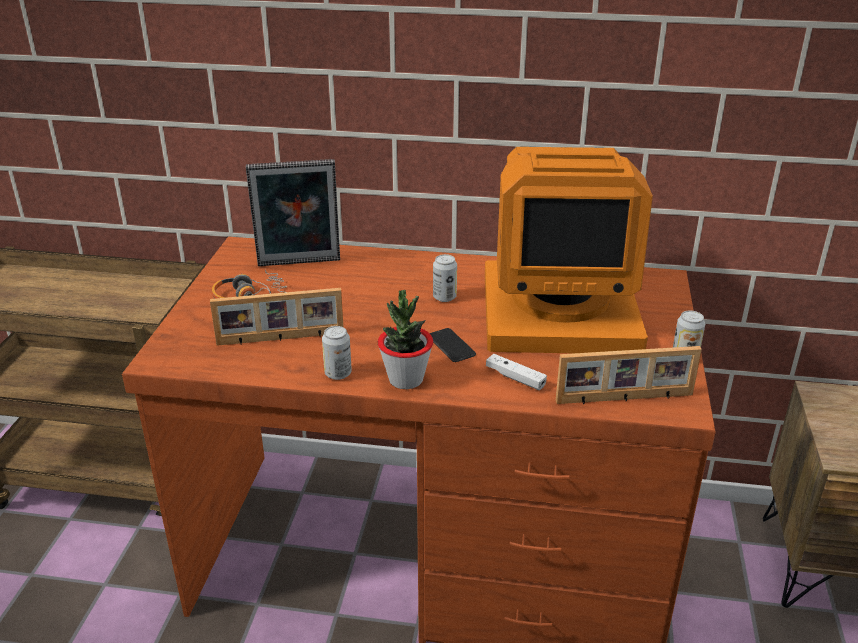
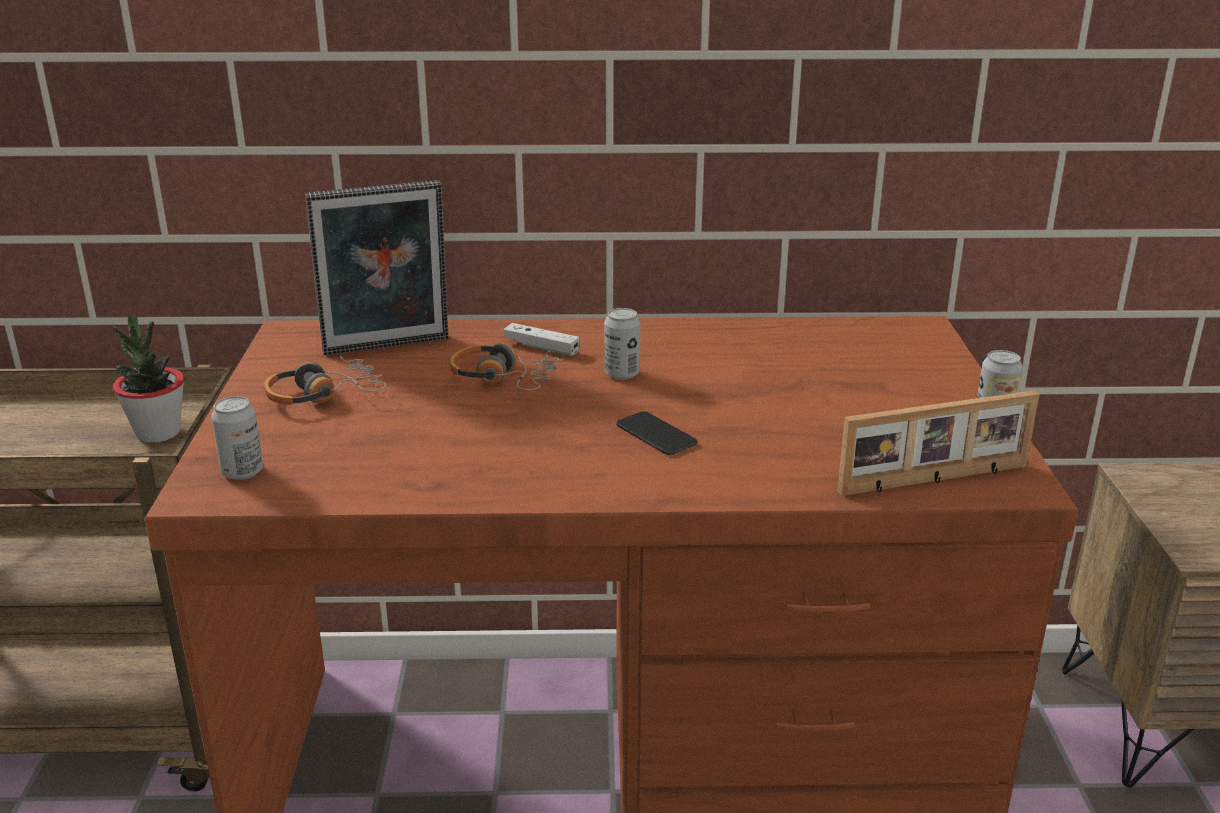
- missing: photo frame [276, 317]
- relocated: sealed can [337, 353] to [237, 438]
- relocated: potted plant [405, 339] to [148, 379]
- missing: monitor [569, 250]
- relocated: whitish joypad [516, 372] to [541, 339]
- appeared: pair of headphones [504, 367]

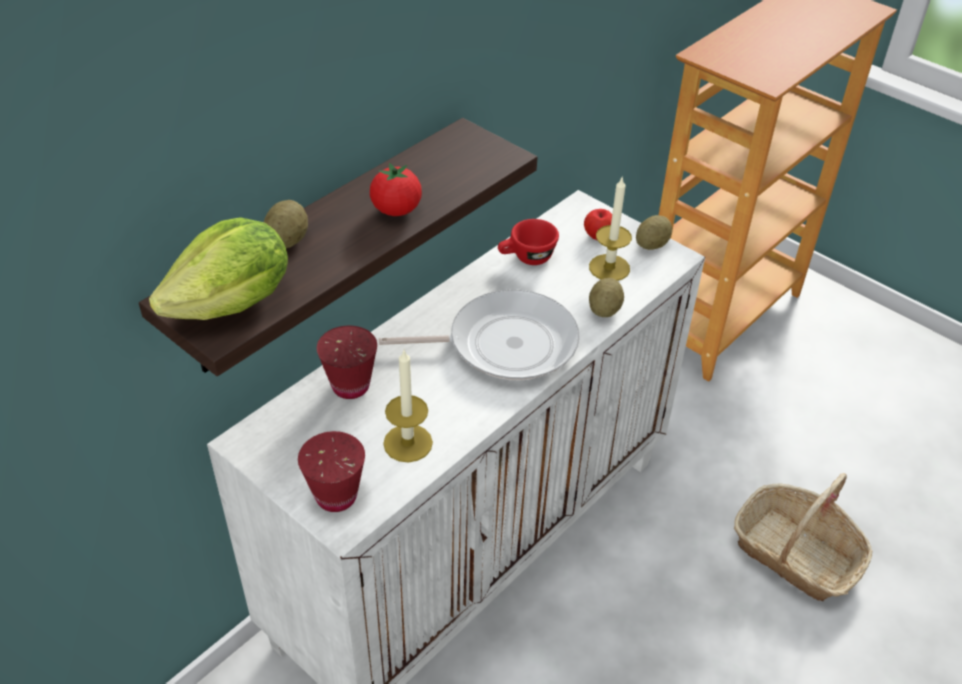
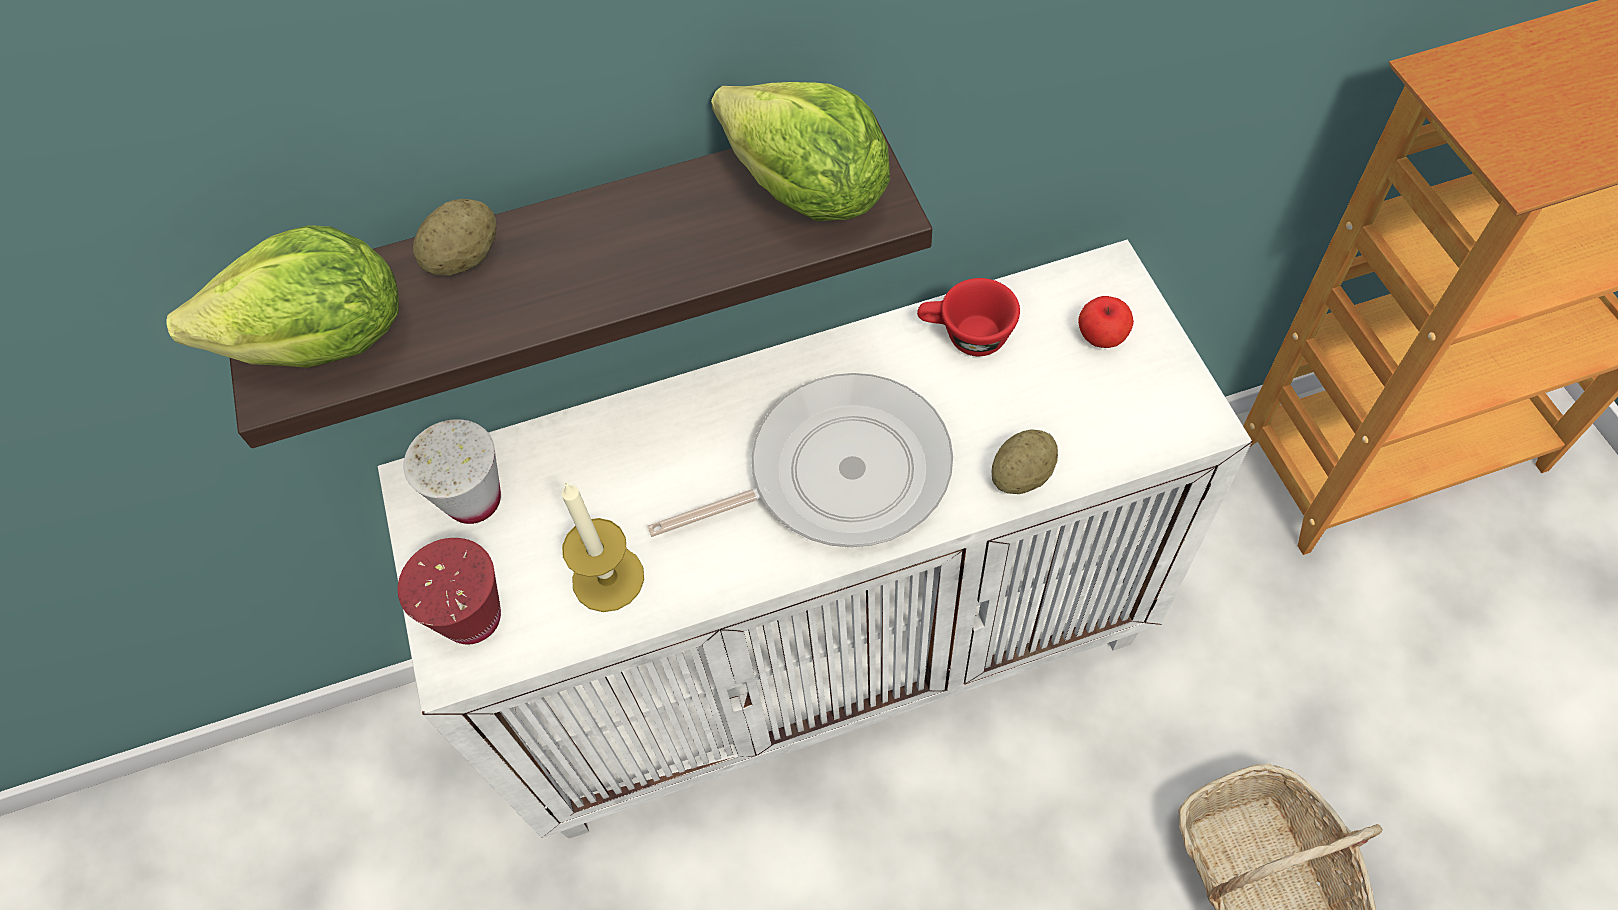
- missing: red-coloured drinking cup [347, 362]
- missing: fresh tomato [396, 189]
- spun: skillet [479, 335] = [800, 460] 45 degrees counterclockwise
- missing: candle [610, 229]
- missing: spud [654, 232]
- appeared: whitish drinking cup [452, 471]
- appeared: lettuce head [800, 151]

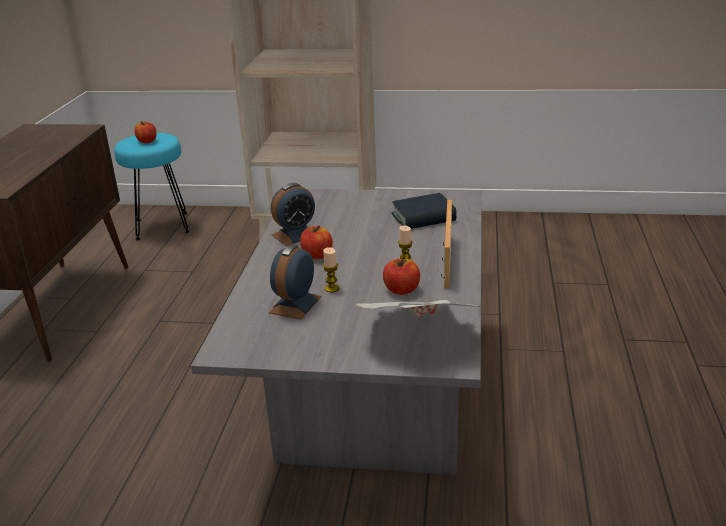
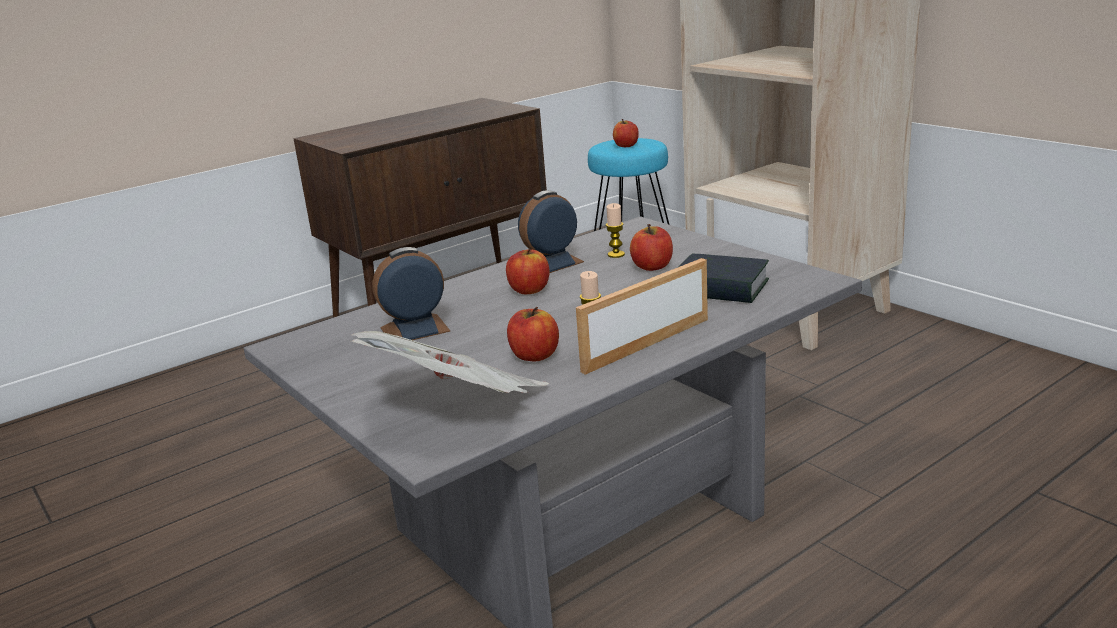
- spun: alarm clock [293, 214] = [551, 231] 135 degrees clockwise
- relocated: candle [331, 269] to [615, 230]
- appeared: apple fruit [651, 247]

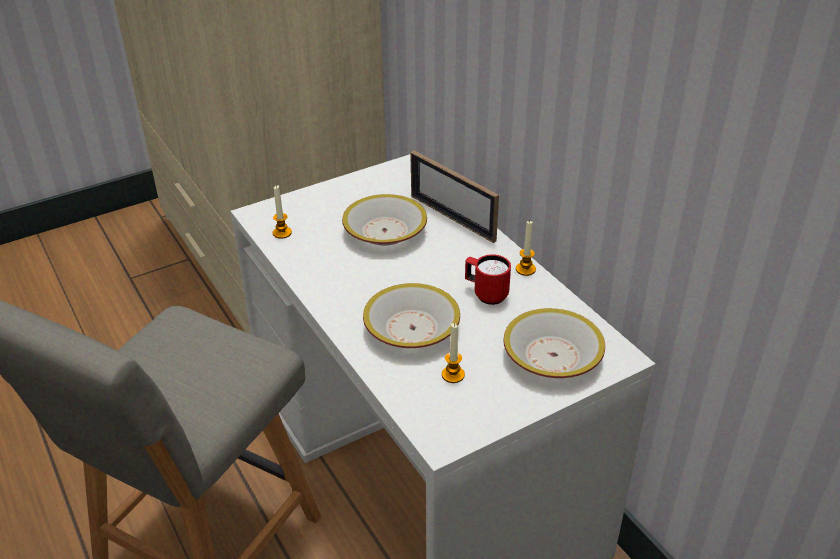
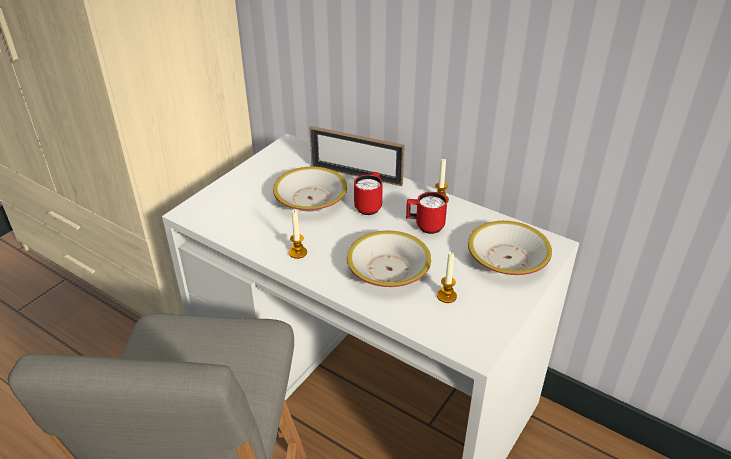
- relocated: candle [282, 212] to [298, 234]
- appeared: red-coloured coffee mug [368, 193]

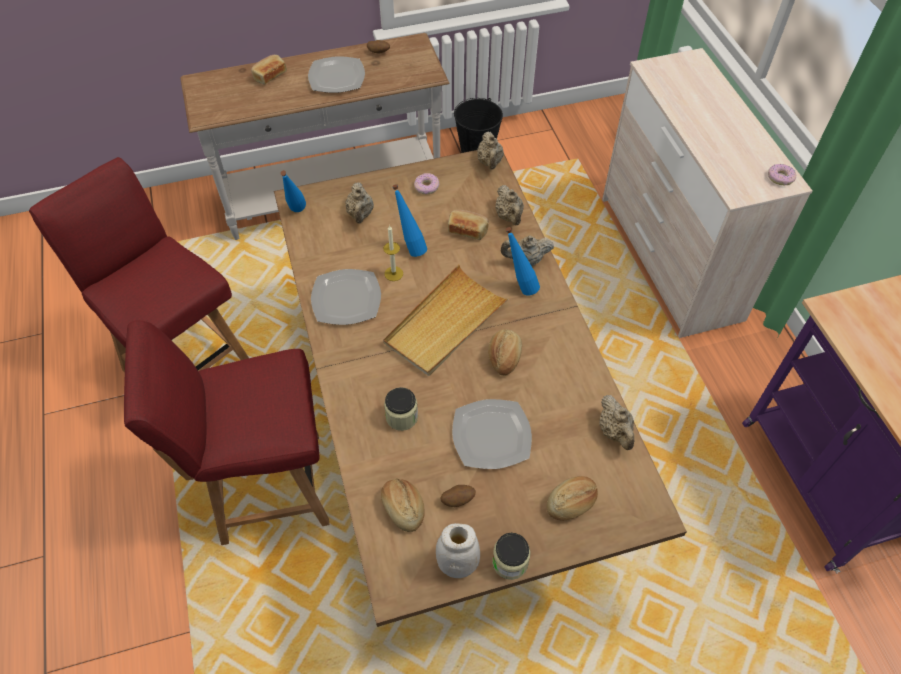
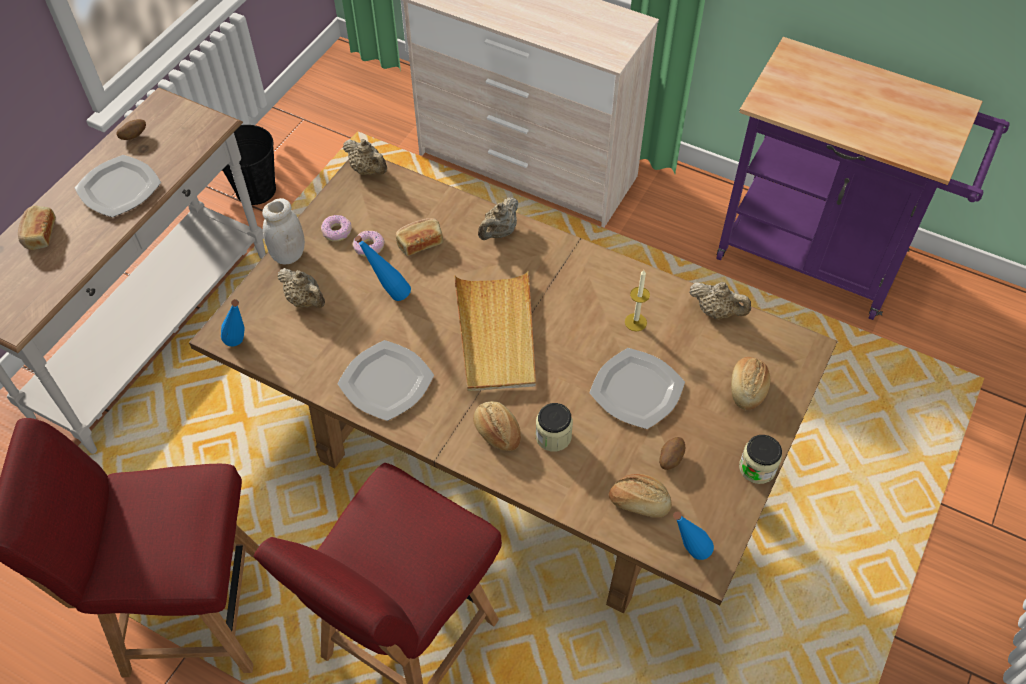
- relocated: candle [393, 253] to [637, 300]
- relocated: whitish preserve jar [458, 550] to [283, 231]
- relocated: baked bread [505, 352] to [497, 426]
- missing: beige-coloured pot for tea [509, 205]
- relocated: blue bottle [523, 261] to [693, 536]
- relocated: ring doughnut [782, 174] to [369, 244]

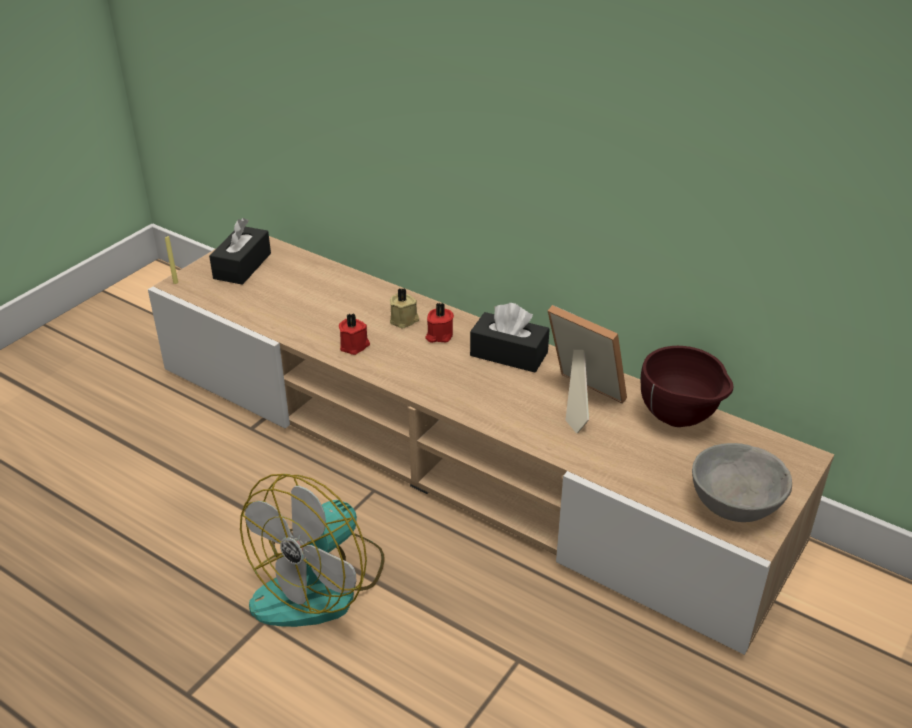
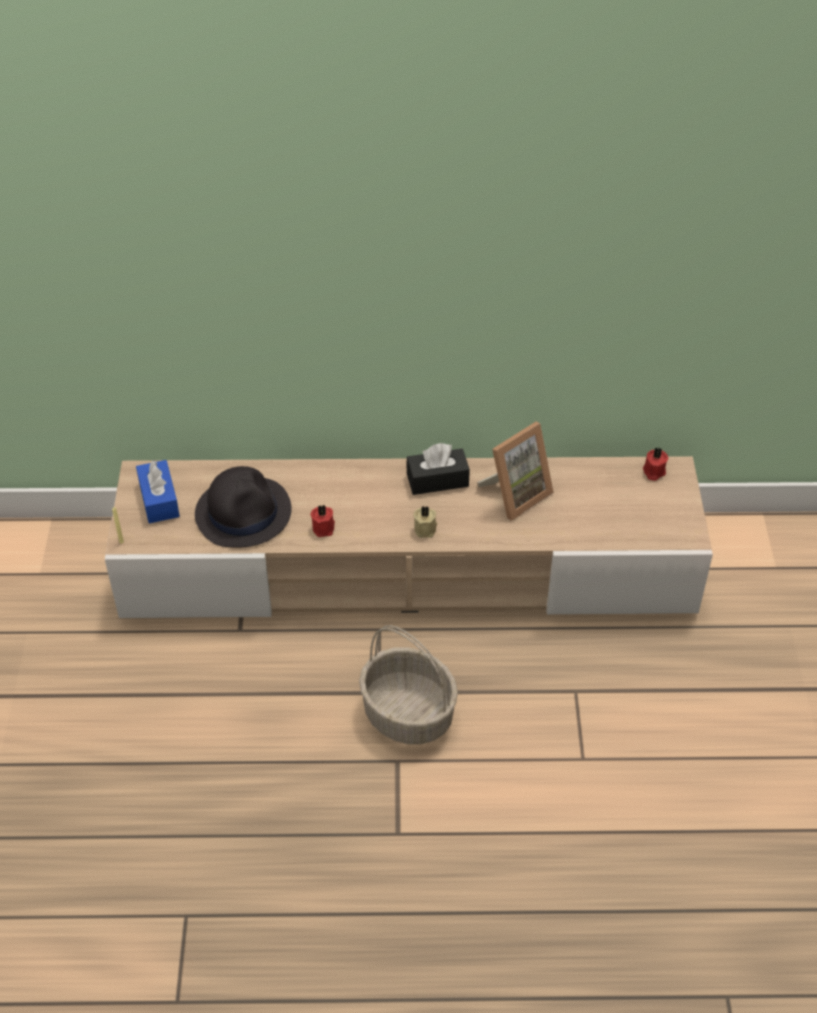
- colour: black tissue box [240, 251] to blue tissue box [158, 491]
- exchanged: cooling fan [312, 550] to storage basket [408, 684]
- relocated: beige-coloured candle [404, 308] to [425, 522]
- relocated: red-coloured candle [439, 323] to [655, 464]
- spun: photo frame [587, 369] = [515, 471] 135 degrees clockwise
- missing: brownish serving bowl [687, 386]
- missing: gray serving bowl [742, 482]
- appeared: black clothing hat [243, 507]

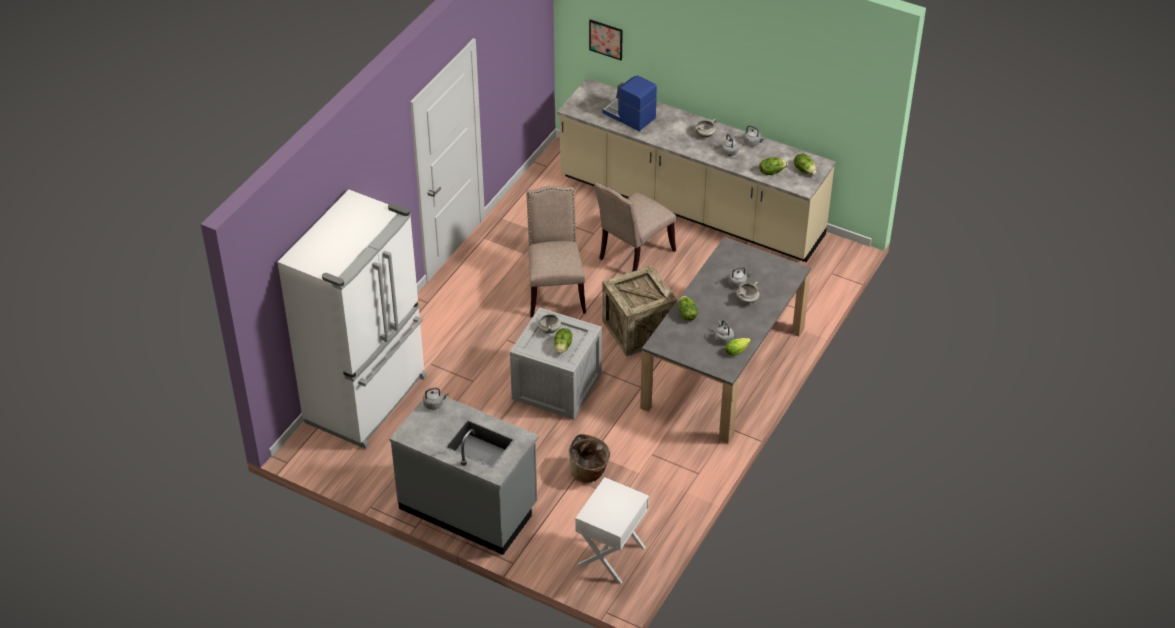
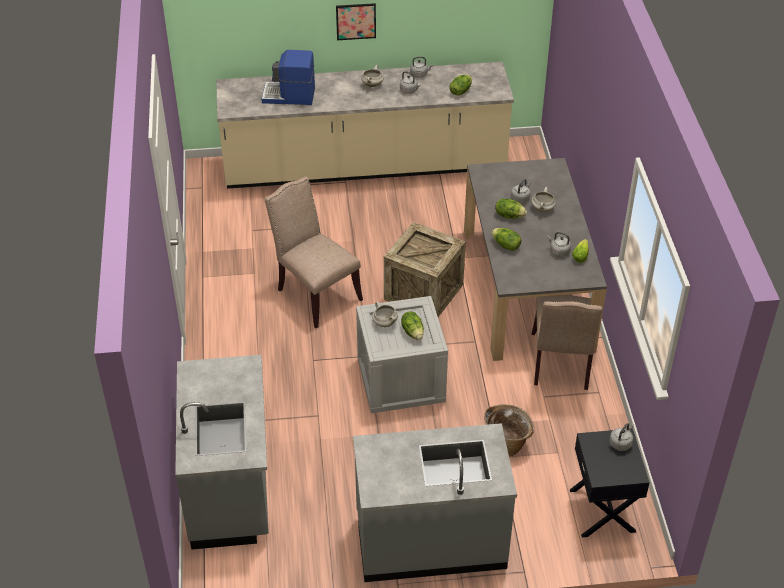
- exchanged: whitish fridge [352, 319] to gray kitchen counter [222, 452]
- relocated: gray tea kettle [435, 399] to [621, 437]
- colour: whitish nightstand [612, 530] to black nightstand [610, 483]
- relocated: wall art [606, 39] to [356, 21]
- relocated: beige-coloured upright chair [635, 227] to [567, 342]
- relocated: lettuce head [805, 164] to [511, 209]

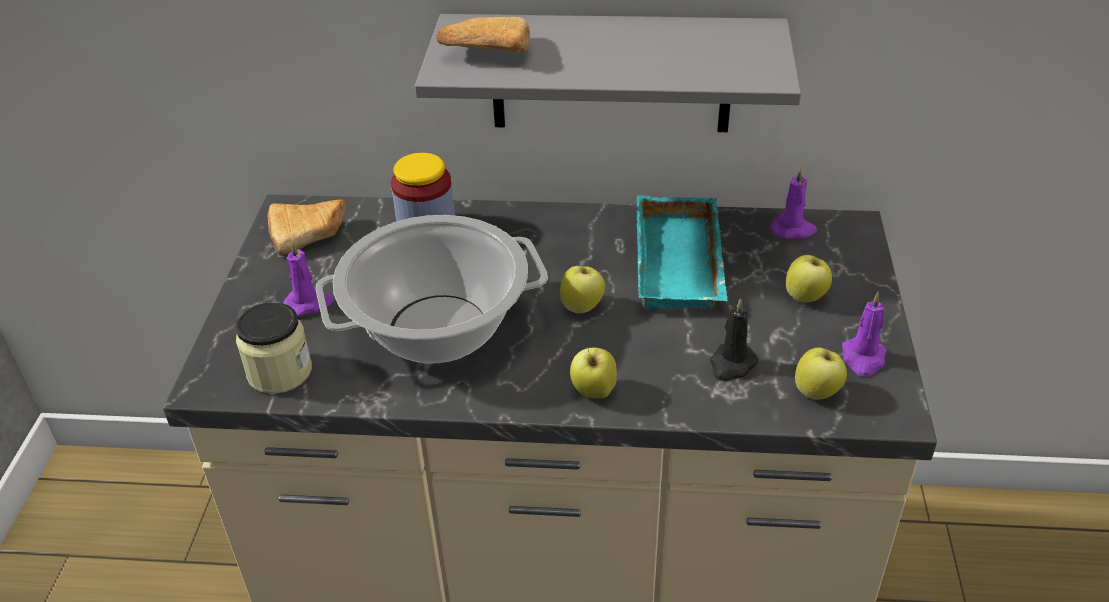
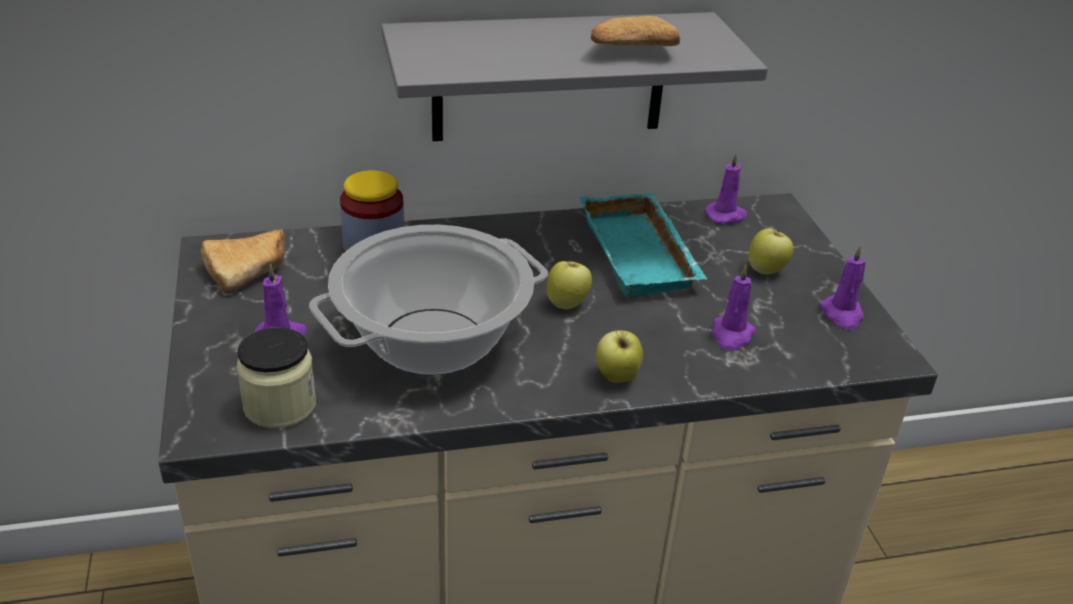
- relocated: baked bread [483, 34] to [635, 31]
- colour: black candle [734, 339] to purplish candle [733, 307]
- missing: apple fruit [821, 374]

